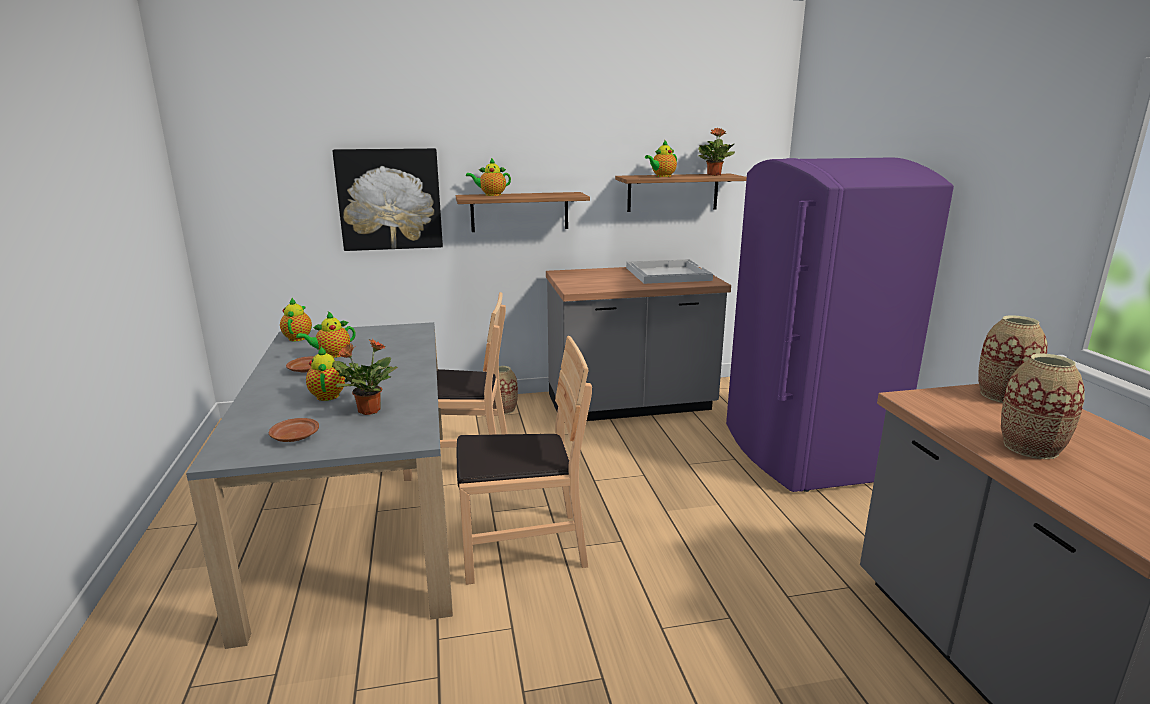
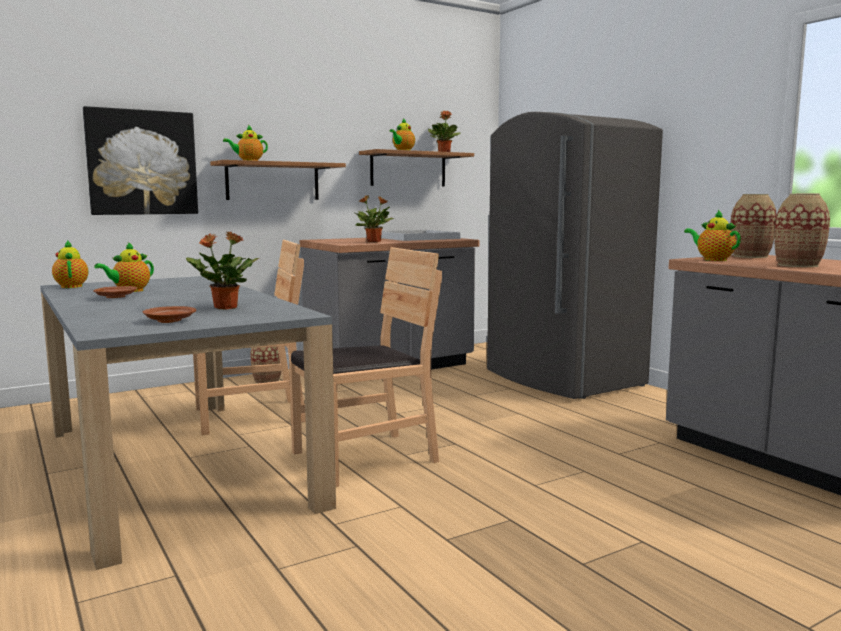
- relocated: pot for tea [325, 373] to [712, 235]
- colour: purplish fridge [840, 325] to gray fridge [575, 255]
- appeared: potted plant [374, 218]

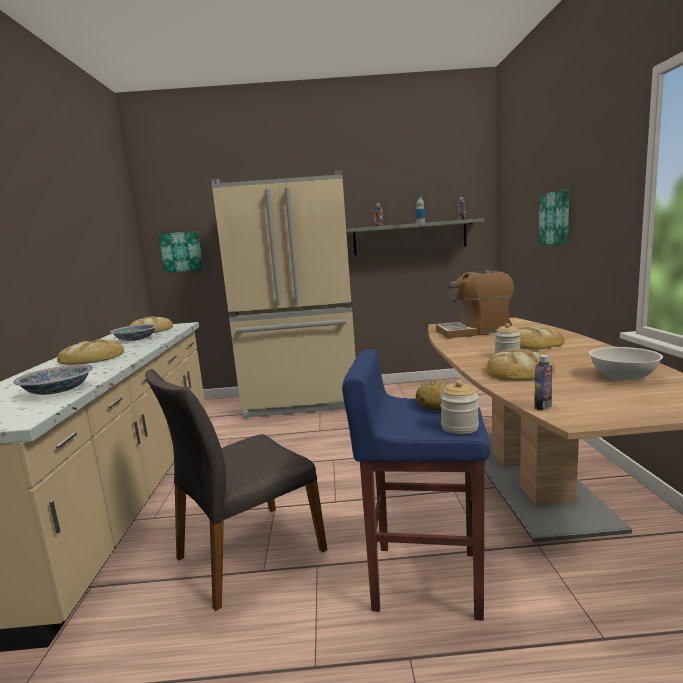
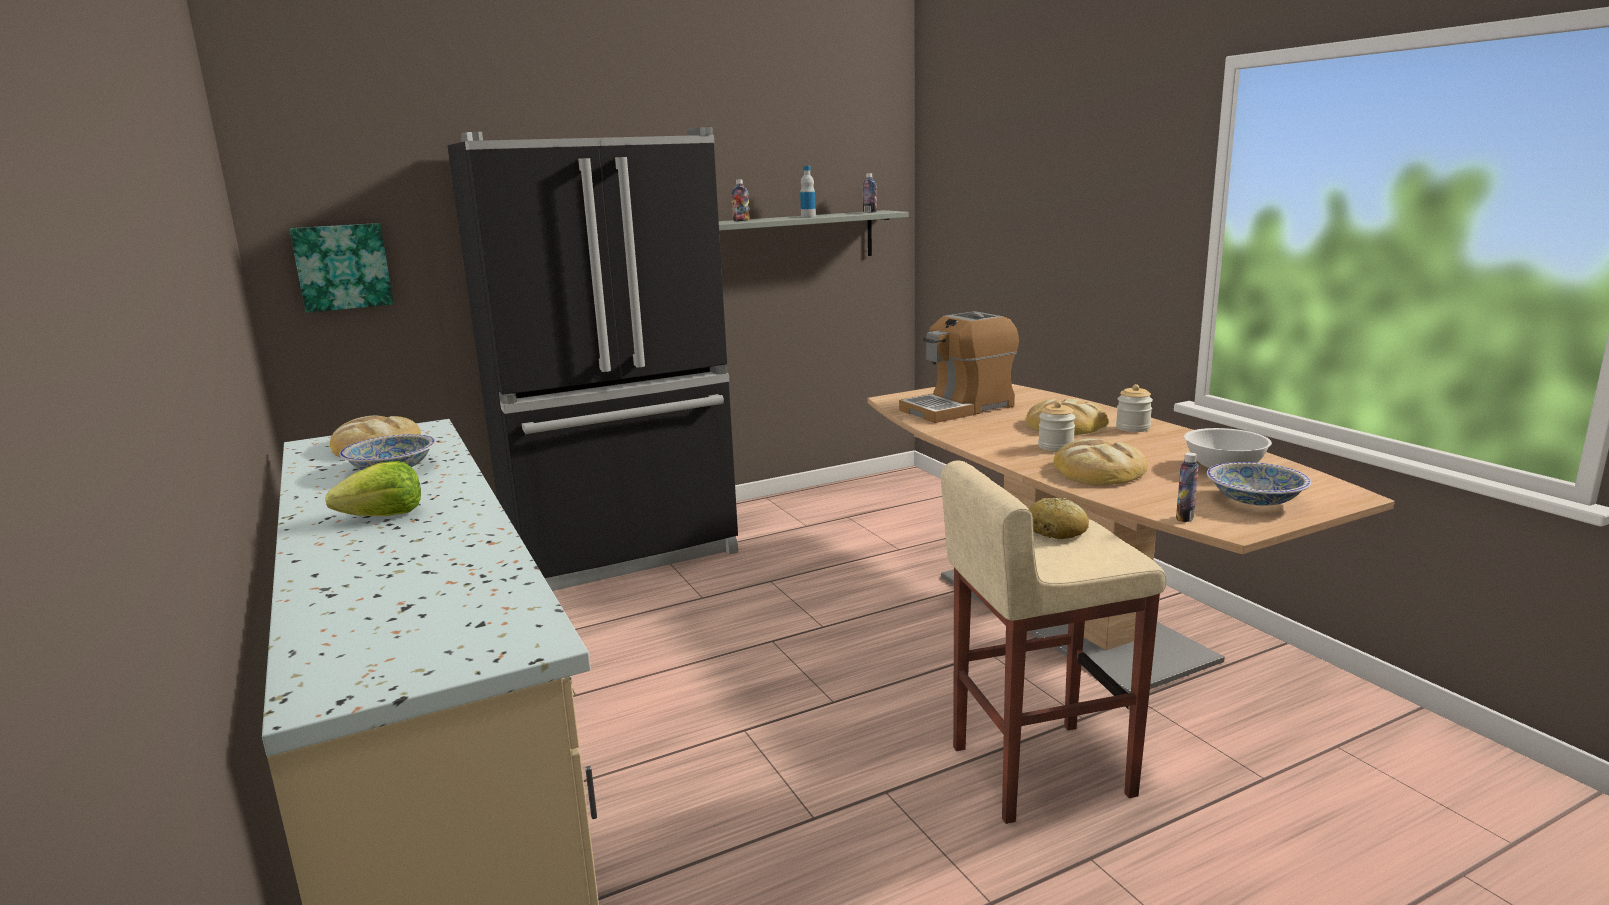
- relocated: serving bowl [53, 380] to [1259, 484]
- exchanged: baked bread [90, 352] to lettuce head [373, 488]
- missing: gray upright chair [236, 490]
- colour: beige-coloured fridge [284, 294] to black fridge [592, 359]
- colour: blue stool [416, 485] to beige-coloured stool [1053, 642]
- relocated: preserve jar [459, 407] to [1134, 408]
- missing: wall art [554, 217]

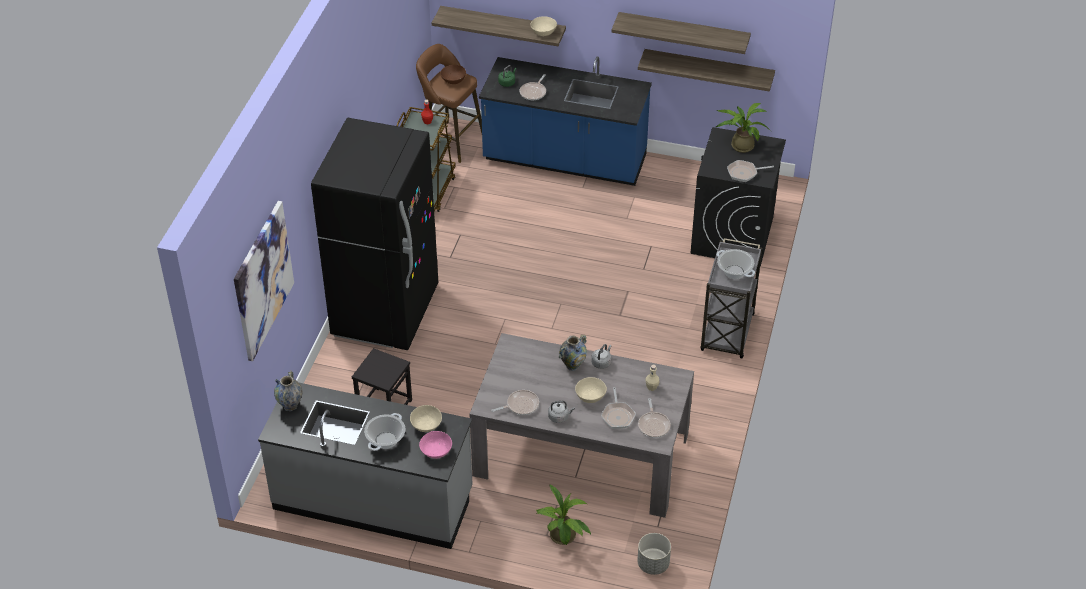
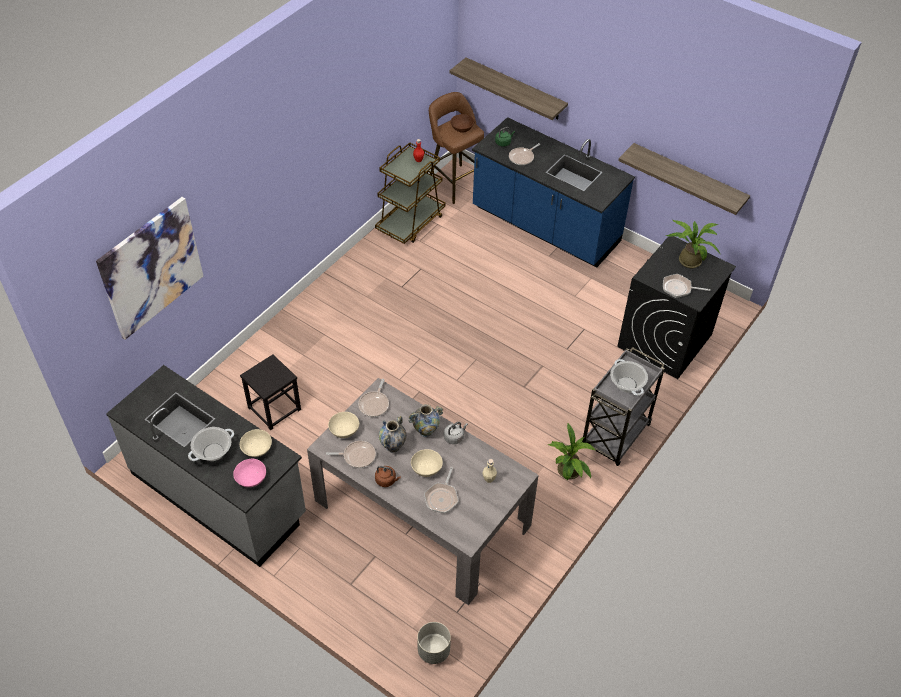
- relocated: flower vase [288, 391] to [392, 434]
- missing: black fridge [374, 233]
- relocated: beige-coloured serving bowl [543, 26] to [343, 425]
- relocated: potted plant [563, 514] to [572, 451]
- colour: gray tea kettle [561, 412] to brownish tea kettle [388, 476]
- missing: wall shelf [681, 33]
- relocated: skillet [654, 418] to [373, 398]

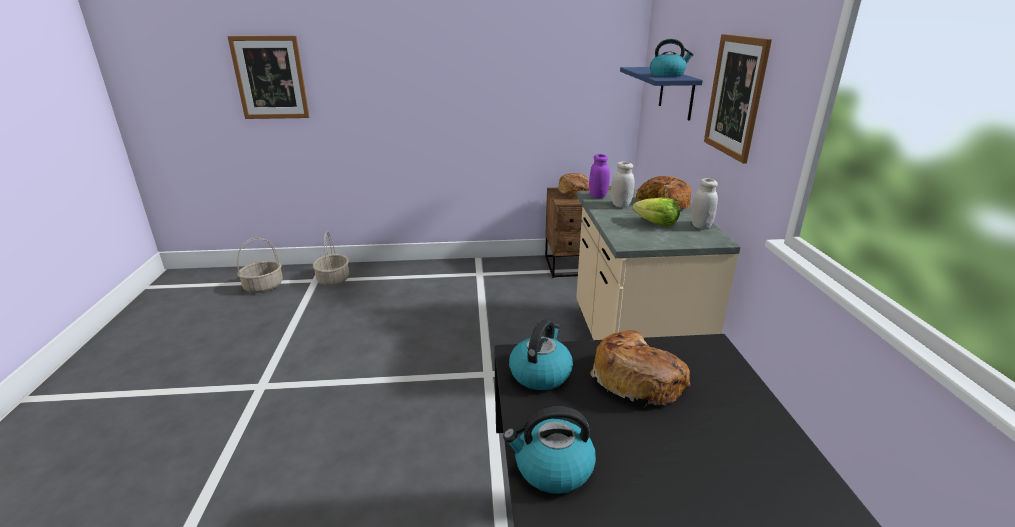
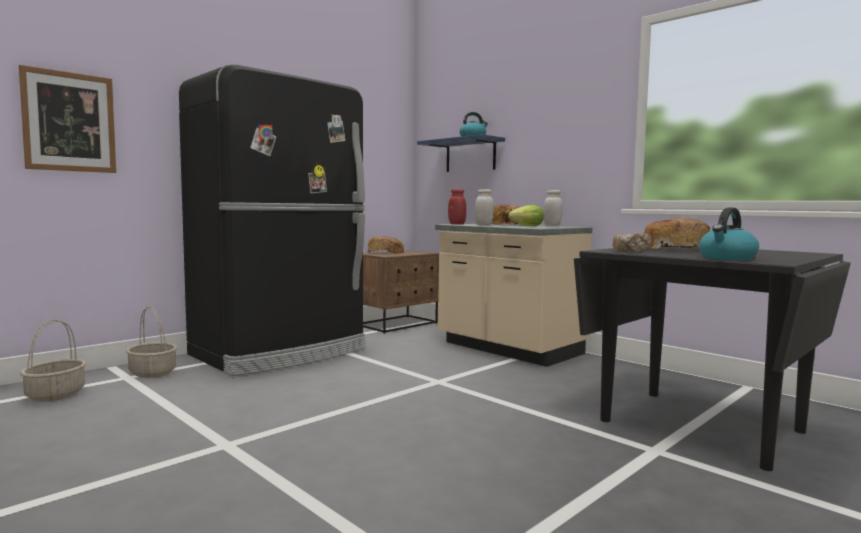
- exchanged: tea kettle [541, 354] to baked bread [632, 242]
- colour: purplish preserve jar [599, 176] to red-coloured preserve jar [457, 207]
- missing: wall art [738, 98]
- appeared: black fridge [272, 220]

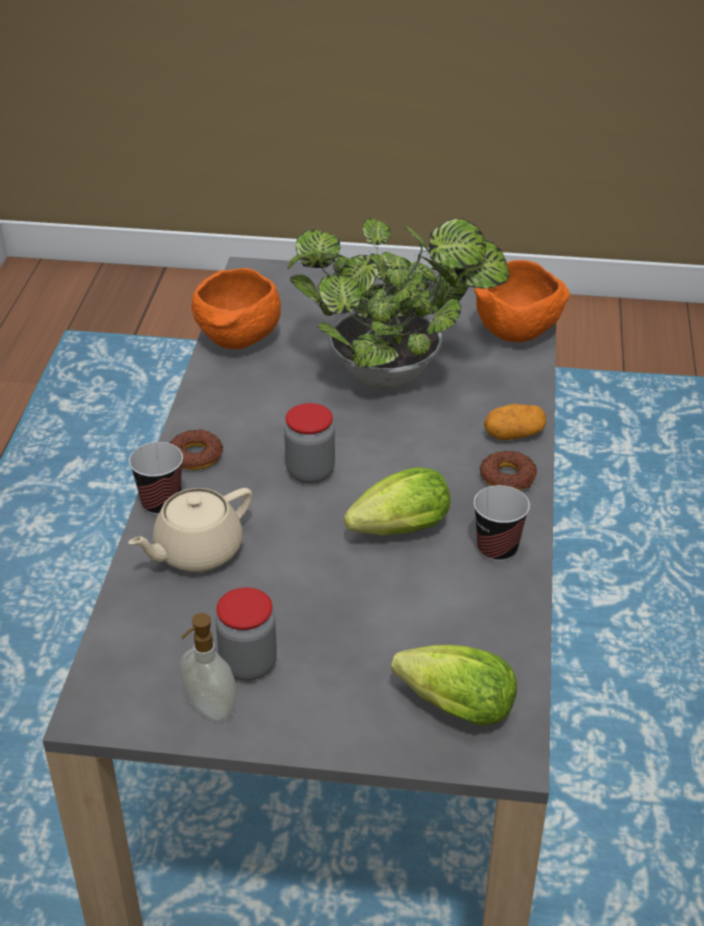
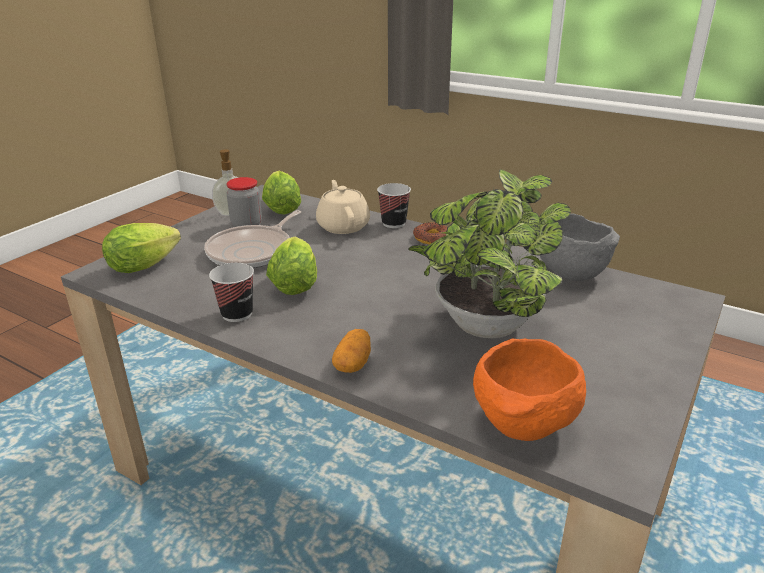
- colour: orange-coloured serving bowl [236, 308] to gray serving bowl [580, 247]
- missing: preserve jar [309, 443]
- missing: ring doughnut [508, 471]
- appeared: skillet [252, 239]
- appeared: lettuce head [281, 193]

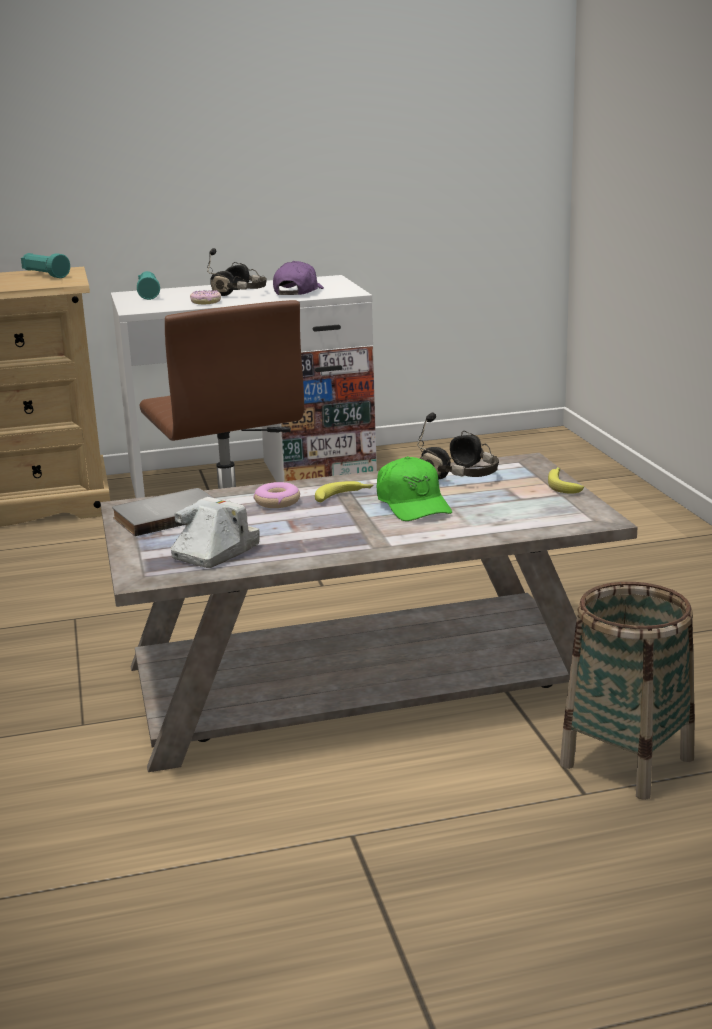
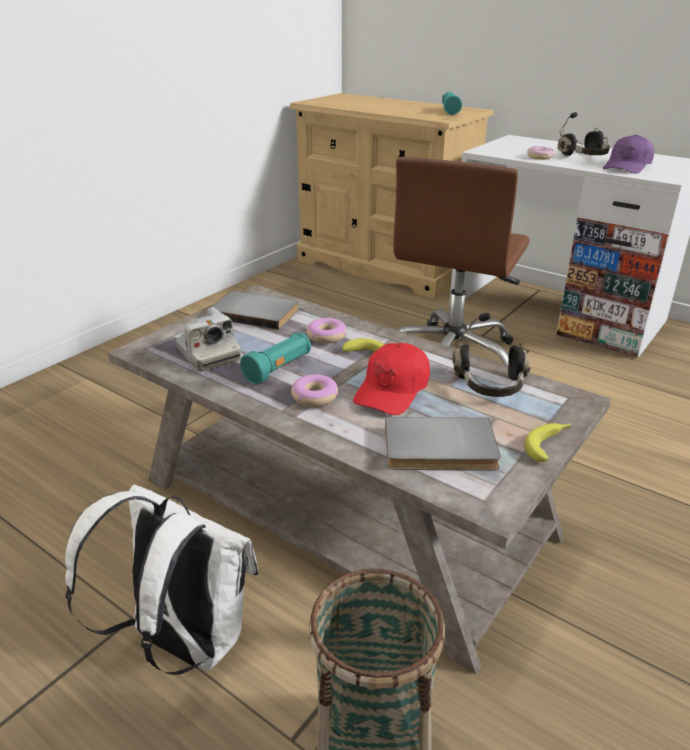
- relocated: turquoise-coloured hand torch [148, 285] to [275, 358]
- spun: photo camera [215, 532] = [208, 339] 60 degrees clockwise
- spun: purplish baseball cap [298, 278] = [628, 154] 150 degrees clockwise
- colour: green-coloured baseball cap [414, 488] to red-coloured baseball cap [391, 379]
- appeared: whitish backpack [162, 580]
- appeared: ring doughnut [314, 390]
- appeared: gray volume [443, 444]

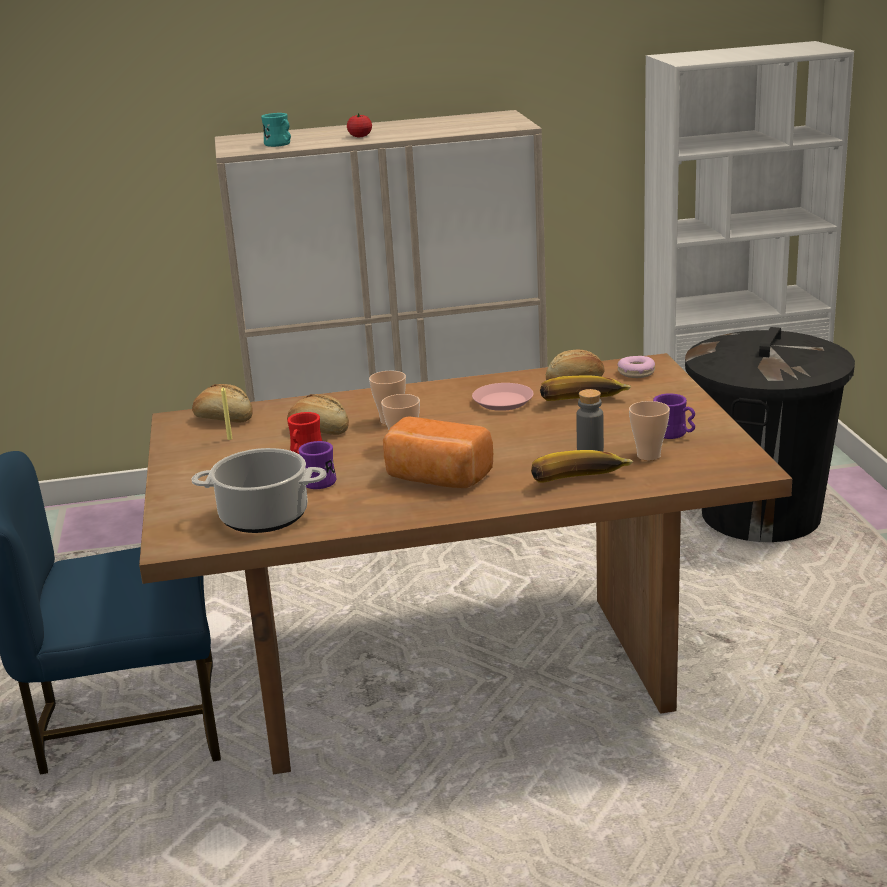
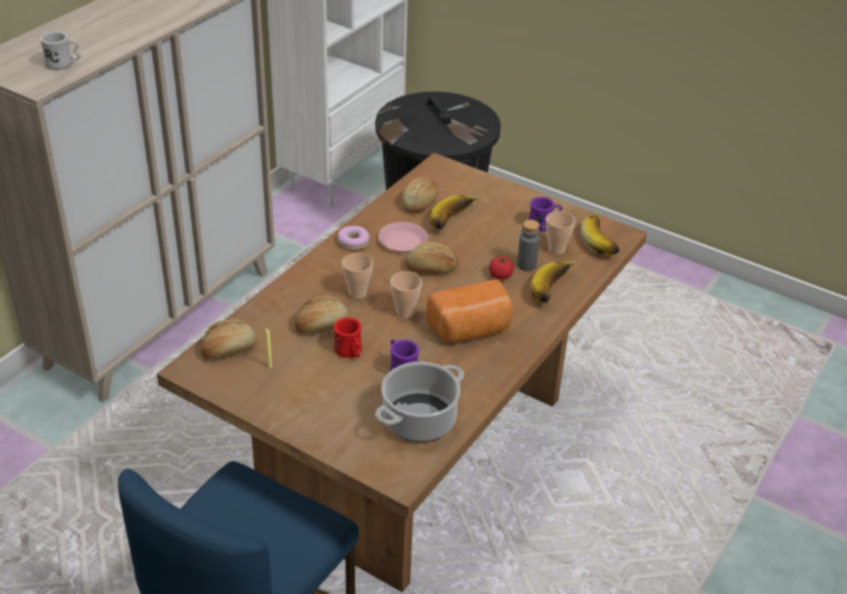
- colour: turquoise-coloured coffee mug [276, 130] to whitish coffee mug [60, 50]
- relocated: fresh tomato [359, 125] to [501, 268]
- relocated: ring doughnut [636, 367] to [354, 238]
- appeared: baked bread [432, 257]
- appeared: whole banana [600, 233]

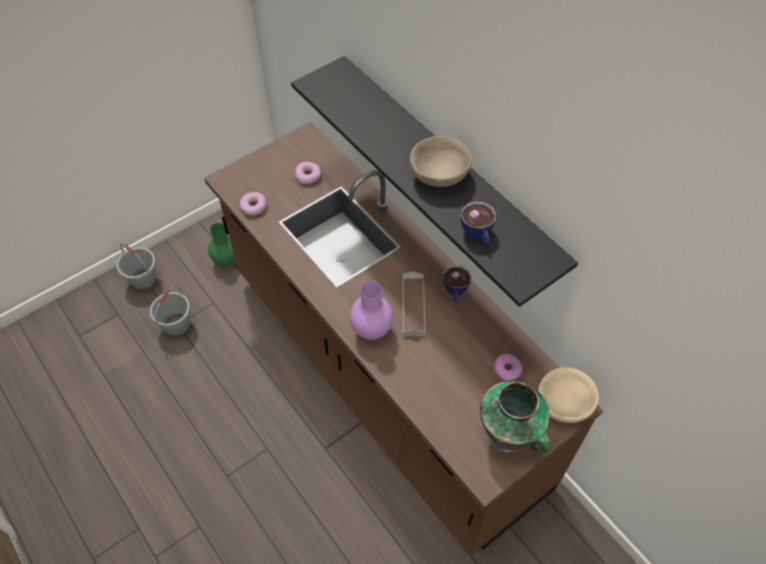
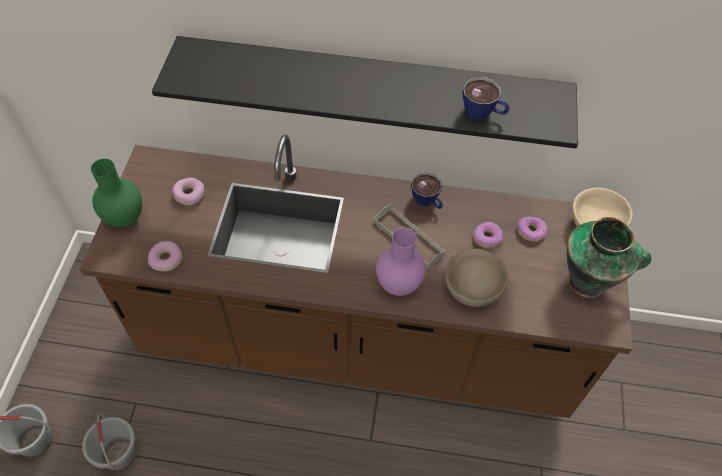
- relocated: green-coloured flower vase [222, 244] to [116, 193]
- relocated: beige-coloured serving bowl [440, 161] to [477, 278]
- appeared: ring doughnut [488, 235]

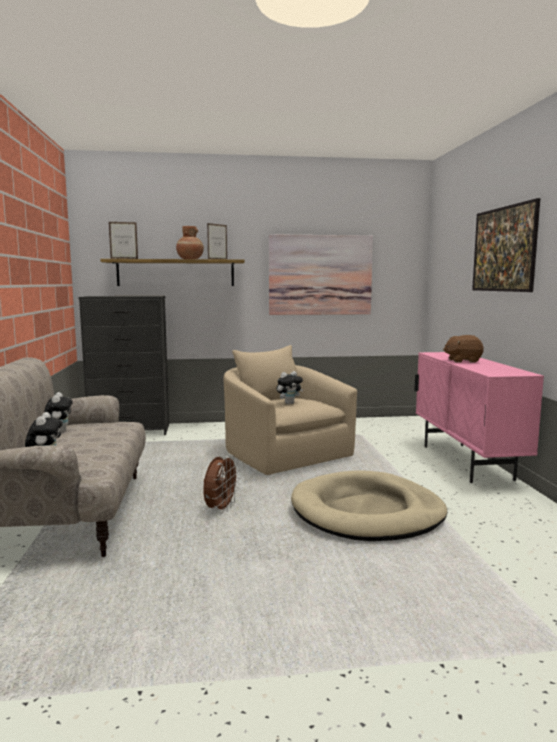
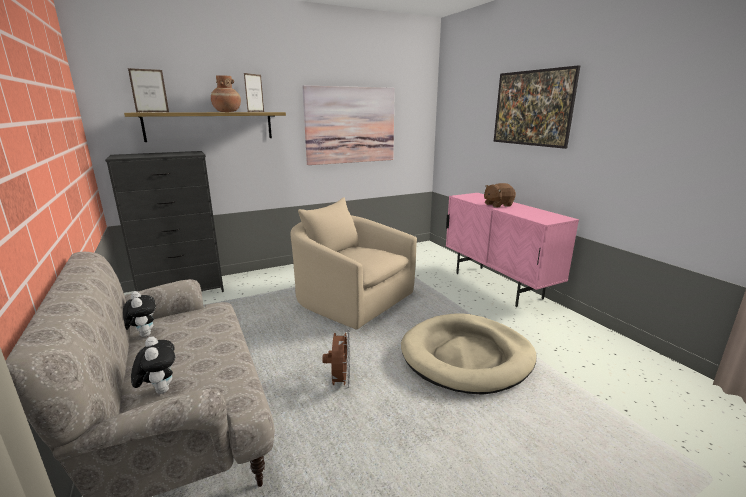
- missing: soft toy [290, 387]

